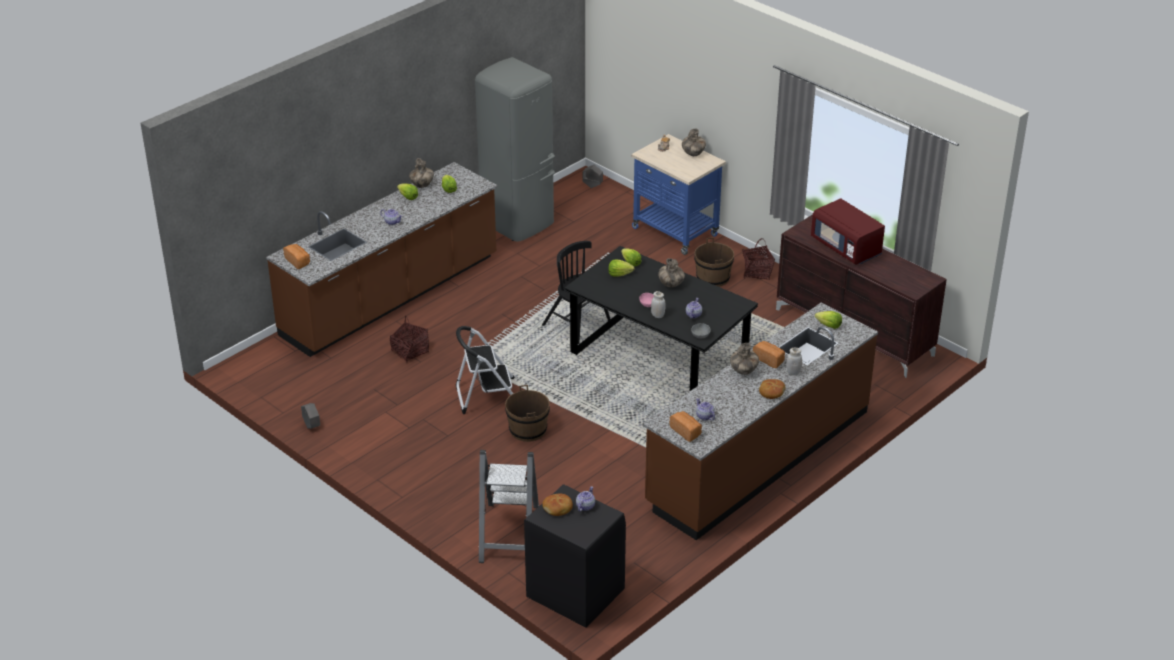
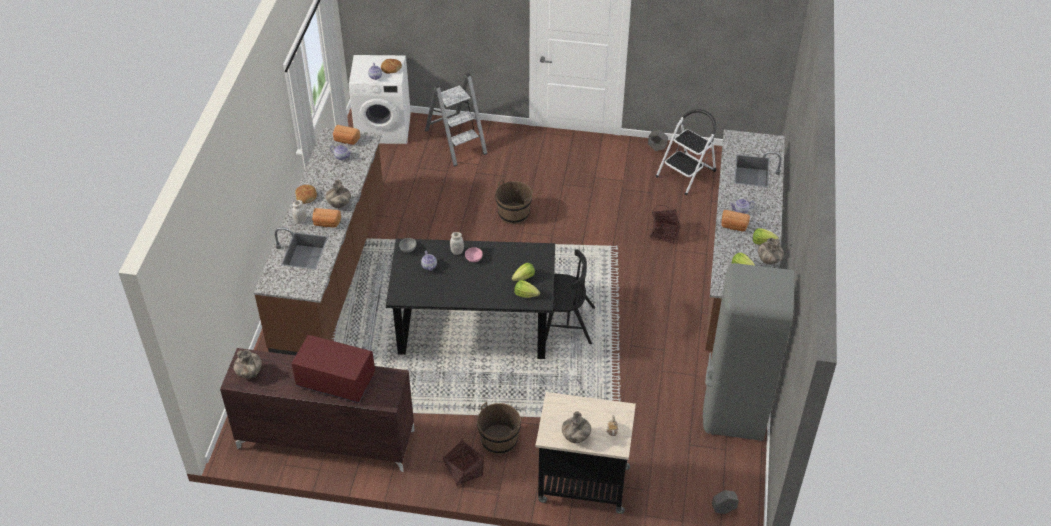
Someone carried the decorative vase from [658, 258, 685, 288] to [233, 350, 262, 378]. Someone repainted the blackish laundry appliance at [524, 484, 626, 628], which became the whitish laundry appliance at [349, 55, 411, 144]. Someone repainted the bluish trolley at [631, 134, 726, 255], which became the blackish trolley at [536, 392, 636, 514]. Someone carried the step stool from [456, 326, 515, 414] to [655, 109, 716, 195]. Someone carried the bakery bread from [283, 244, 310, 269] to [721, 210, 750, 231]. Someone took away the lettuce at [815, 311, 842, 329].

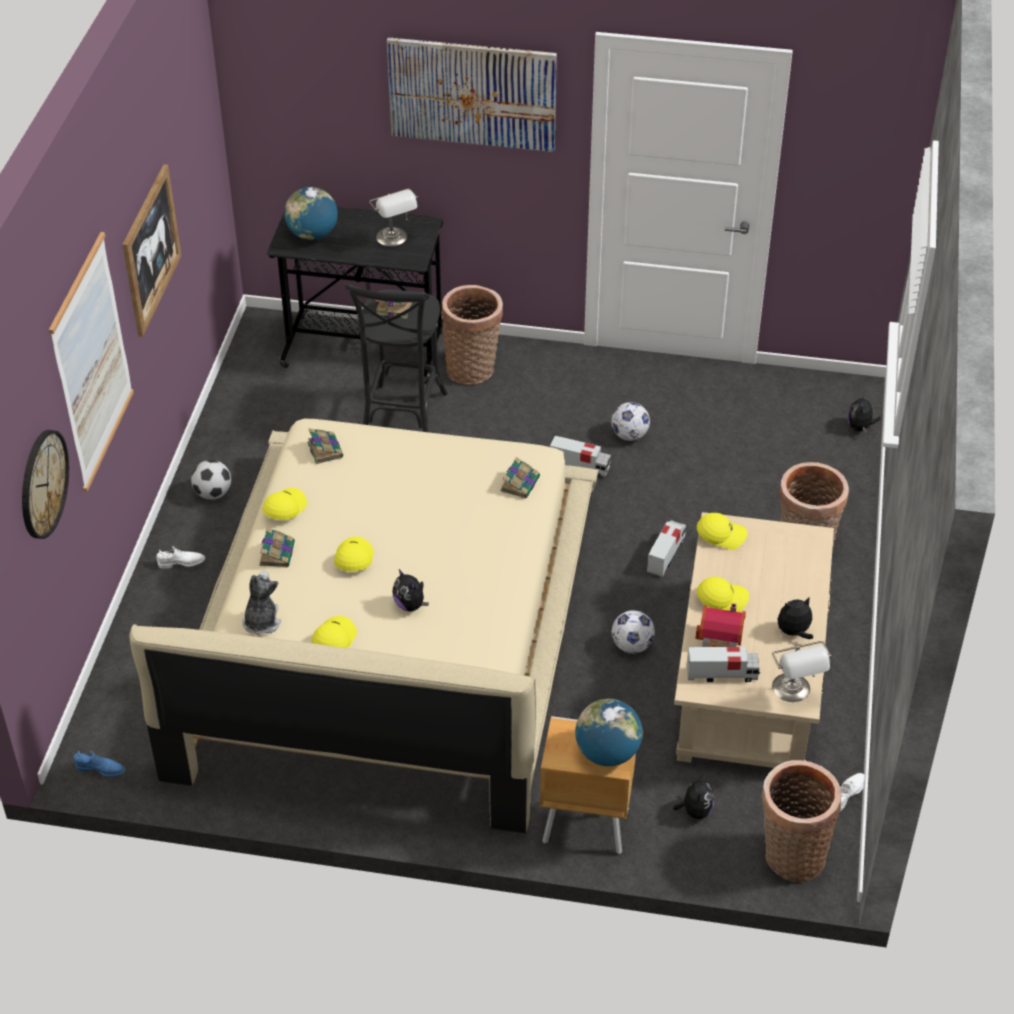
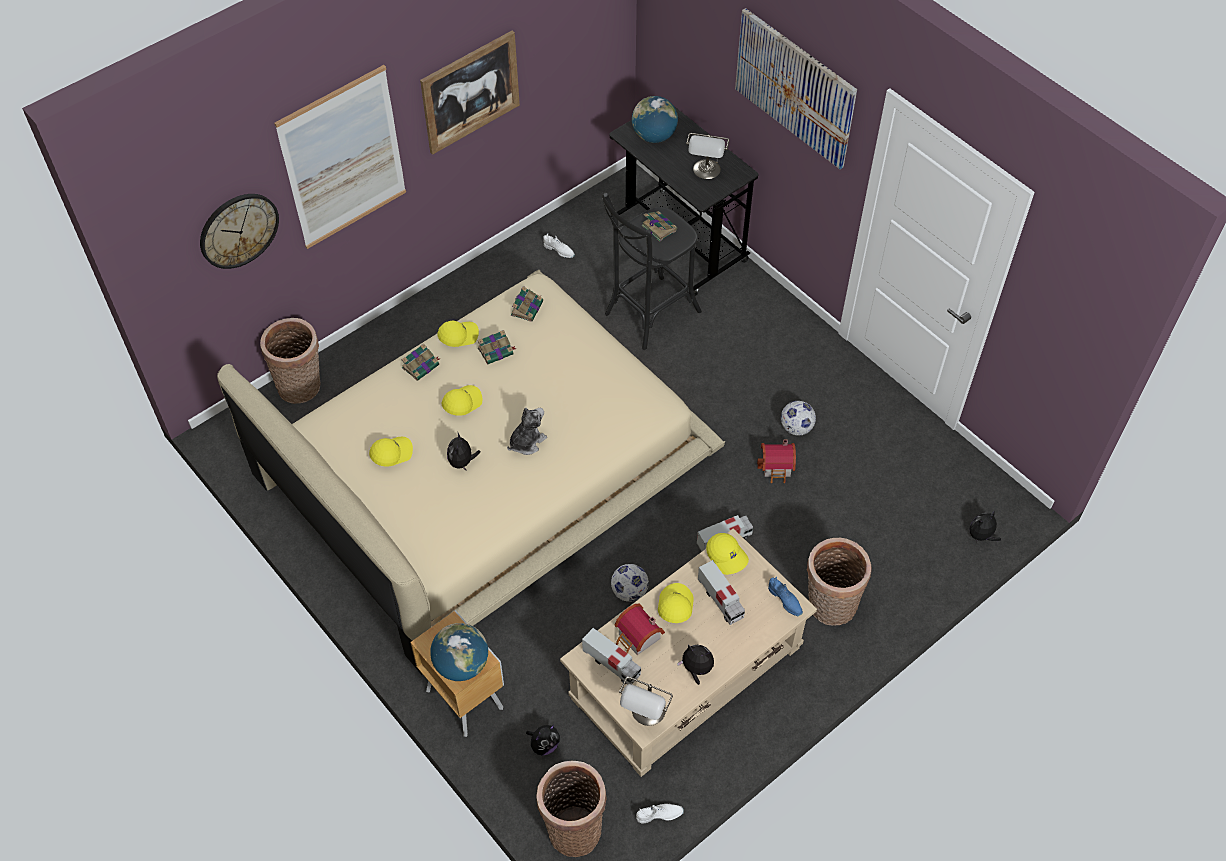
Someone carried the household basket from [441, 285, 503, 385] to [260, 318, 321, 404]. Someone carried the book from [500, 457, 540, 499] to [477, 330, 517, 364]. Someone carried the plush toy from [242, 571, 281, 635] to [507, 408, 547, 455]. Someone carried the whitish item of footwear from [156, 546, 206, 569] to [543, 234, 575, 258]. Someone rotated the yellow baseball cap at [697, 577, 749, 612] by 120 degrees counterclockwise. Someone carried the toy lorry from [550, 435, 611, 477] to [698, 560, 745, 625]. Someone put down the model house at [757, 440, 796, 483]. Someone carried the bluish item of footwear from [73, 751, 126, 777] to [768, 577, 803, 616]. Someone took away the ball for football at [191, 460, 231, 500].

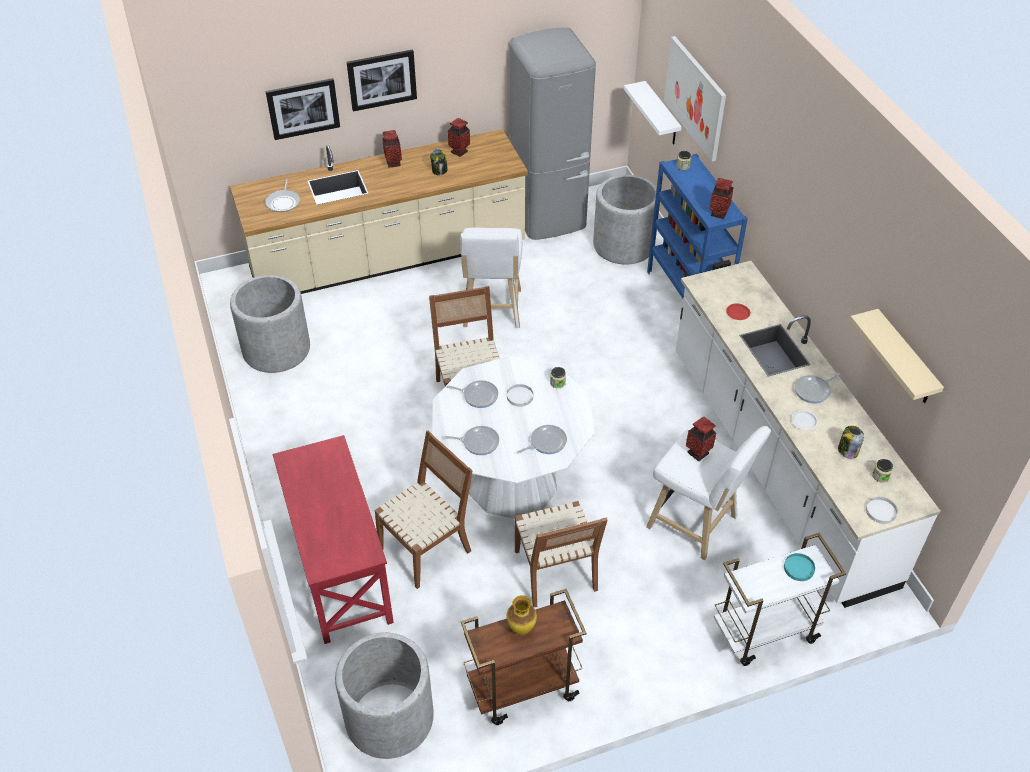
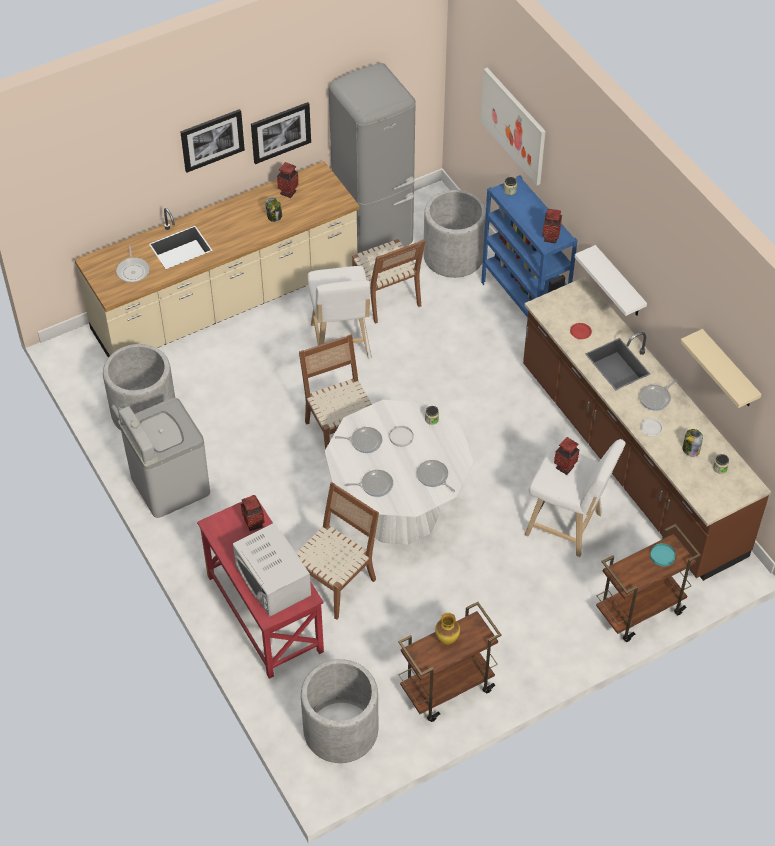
Someone put down the greyish laundry appliance at [111, 398, 210, 518]. Someone put down the whitish microwave at [233, 523, 311, 617]. Someone carried the decorative vase from [382, 130, 402, 168] to [241, 495, 265, 531]. Someone carried the wall picture from [265, 78, 340, 140] to [251, 102, 311, 164]. Someone carried the plain chair from [515, 501, 608, 607] to [352, 239, 425, 324]. Someone rotated the pan at [517, 425, 567, 454] by 90 degrees counterclockwise. Someone repainted the whitish kitchen counter at [676, 261, 941, 608], which became the brown kitchen counter at [523, 277, 771, 581]. Someone carried the whitish bracket shelf from [624, 81, 682, 145] to [575, 245, 647, 316]. Someone repainted the whitish trolley at [714, 533, 846, 666], which became the brown trolley at [596, 524, 701, 642]. Someone took away the whitish flat dish at [866, 497, 898, 524].

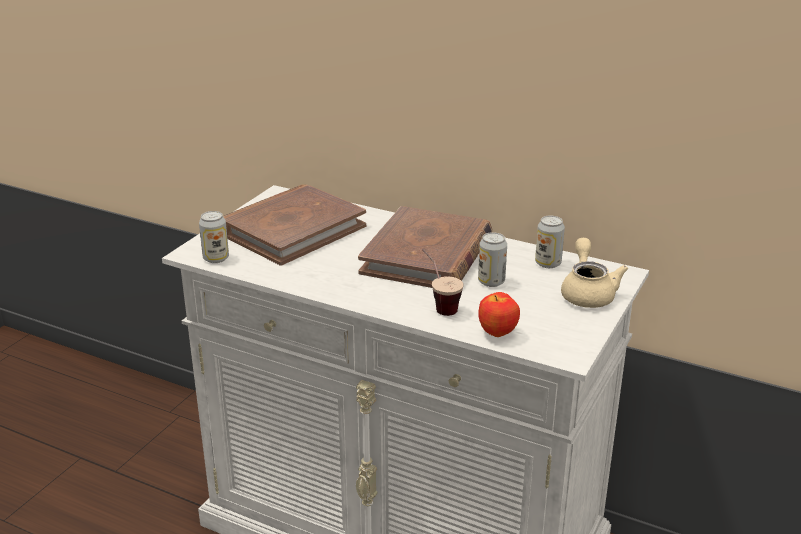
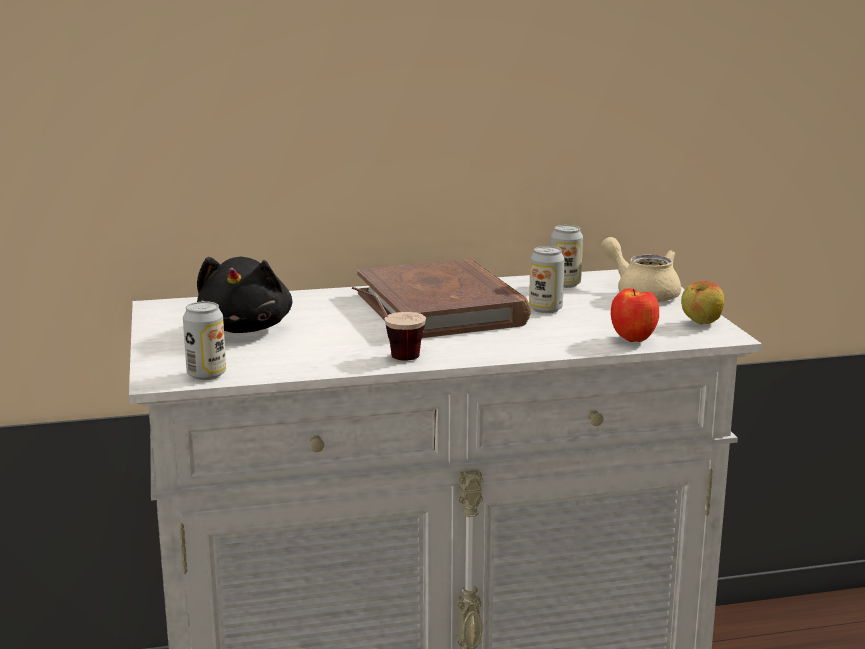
Someone swapped the brown book at [223, 184, 366, 266] for the blackish plush toy at [197, 257, 292, 333]. Someone carried the small cup from [422, 249, 464, 316] to [352, 287, 426, 361]. Someone put down the whole apple at [681, 281, 725, 324].

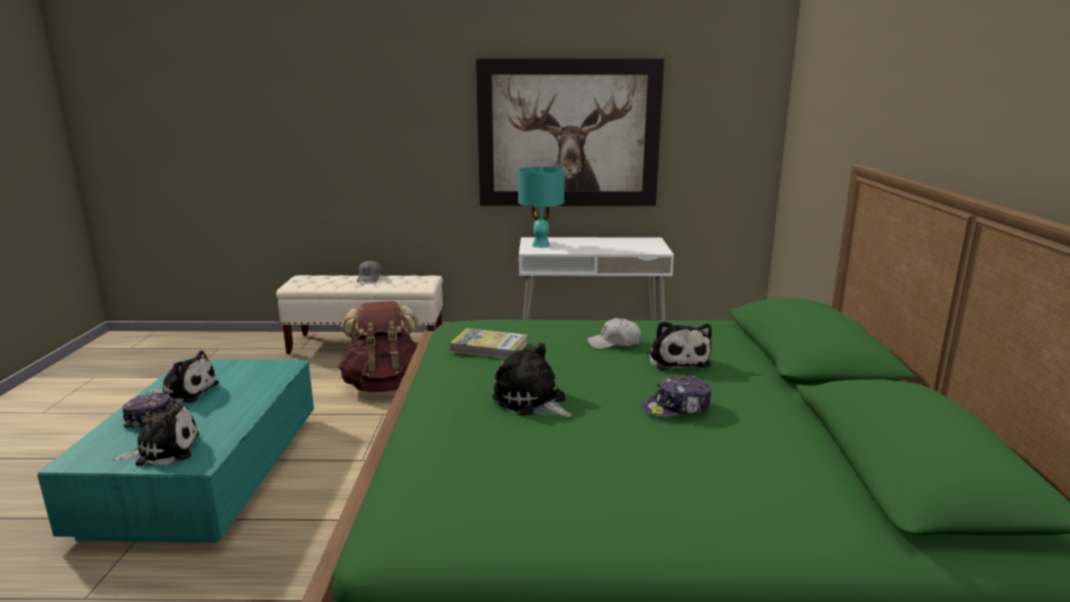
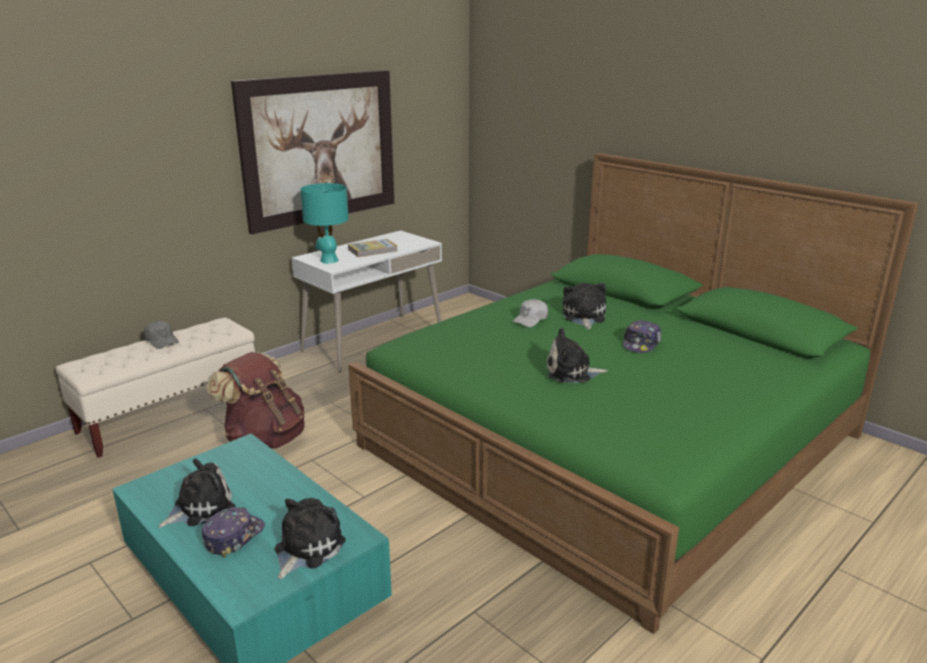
Someone carried the book from [450, 328, 528, 358] to [348, 239, 398, 257]. Someone rotated the plush toy at [647, 321, 712, 371] by 120 degrees counterclockwise.

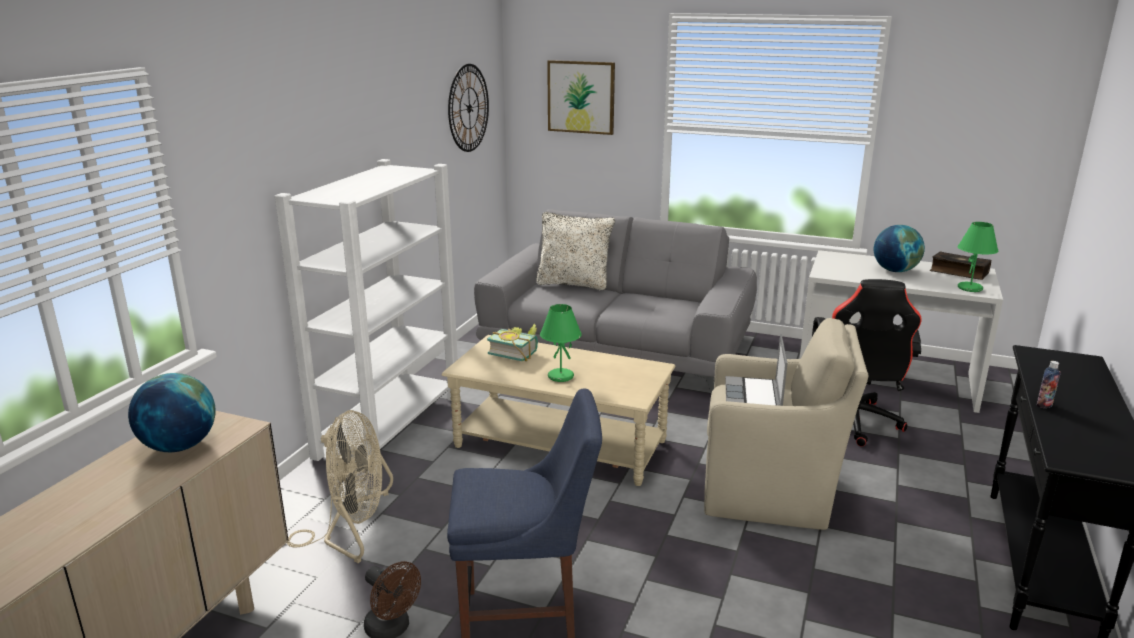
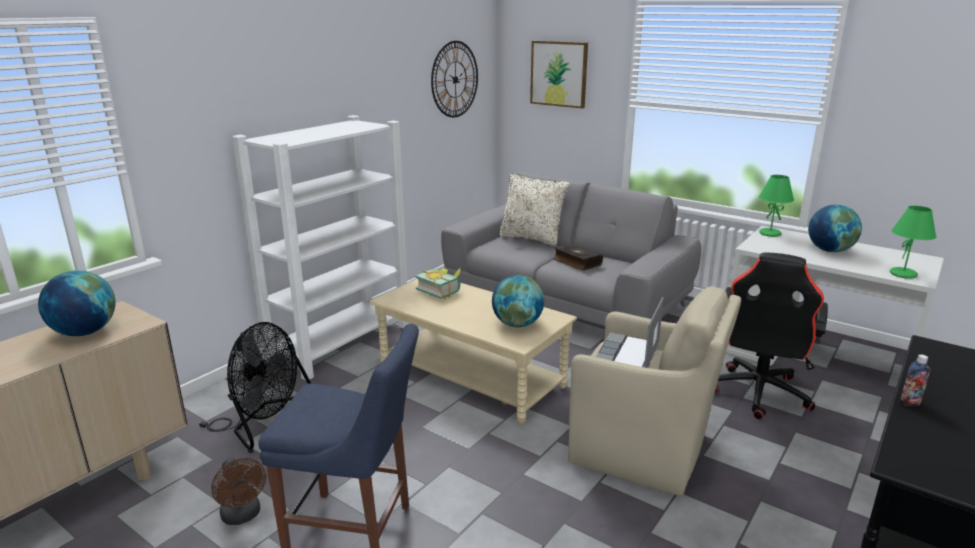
Someone repainted the beige cooling fan at [287, 410, 393, 563], which became the blackish cooling fan at [199, 322, 311, 453]. Someone put down the desk globe at [492, 275, 544, 327]. Someone carried the book from [930, 251, 992, 280] to [553, 243, 603, 271]. Someone carried the green lamp for a table from [540, 304, 582, 382] to [759, 175, 794, 237].

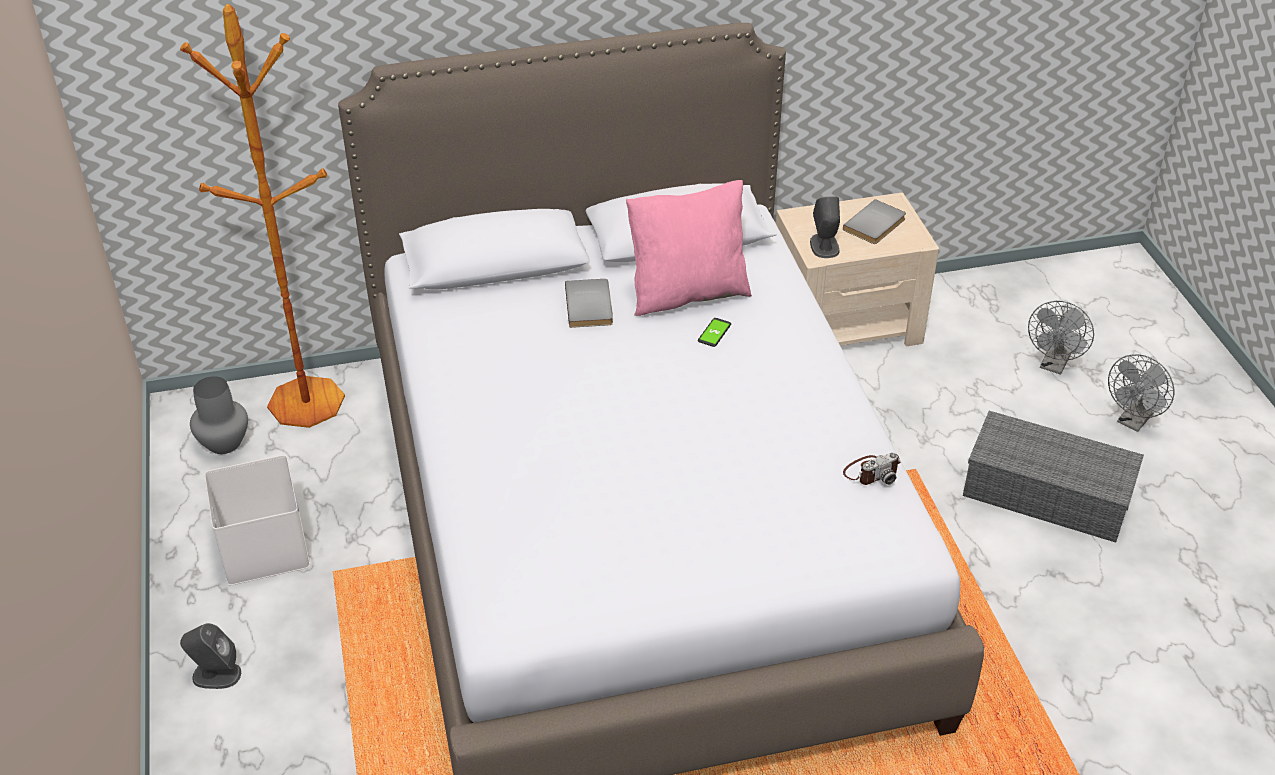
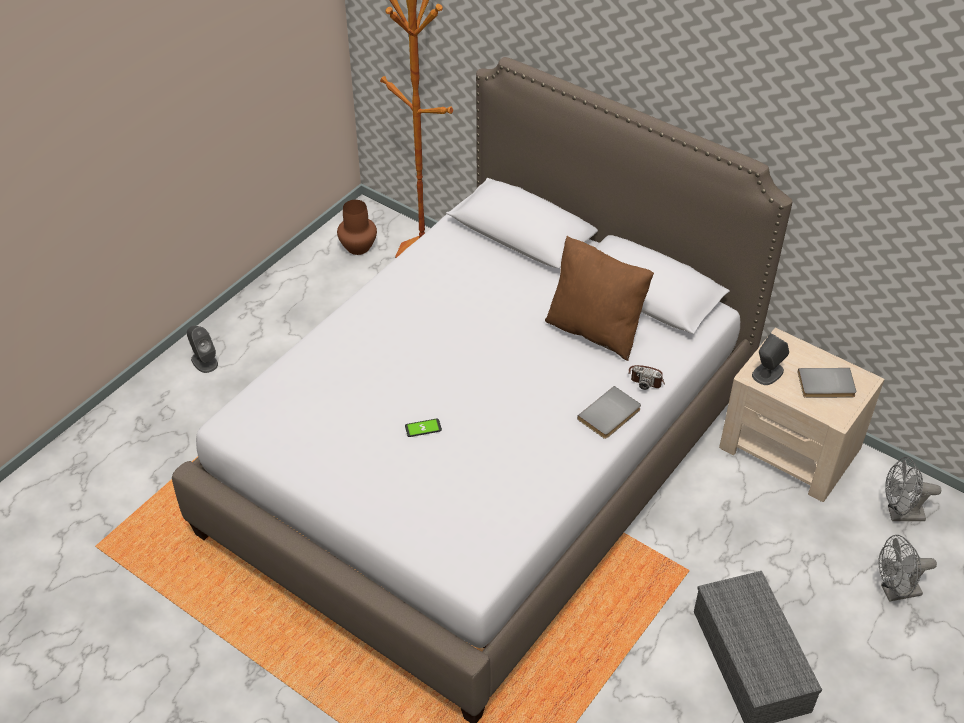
Someone repainted the greyish decorative vase at [190, 376, 248, 454], which became the brown decorative vase at [337, 200, 377, 255]. Someone carried the phone from [698, 318, 731, 347] to [405, 419, 442, 437]. Someone repainted the pink-coloured throw pillow at [626, 180, 752, 316], which became the brown throw pillow at [545, 236, 654, 361]. Someone carried the greyish book from [565, 279, 613, 328] to [577, 386, 641, 439]. Someone carried the still camera from [843, 452, 900, 485] to [628, 365, 665, 390]. Someone carried the greyish cooling fan from [1108, 354, 1174, 432] to [885, 457, 941, 521]. Someone took away the whitish storage container at [205, 455, 310, 586].

